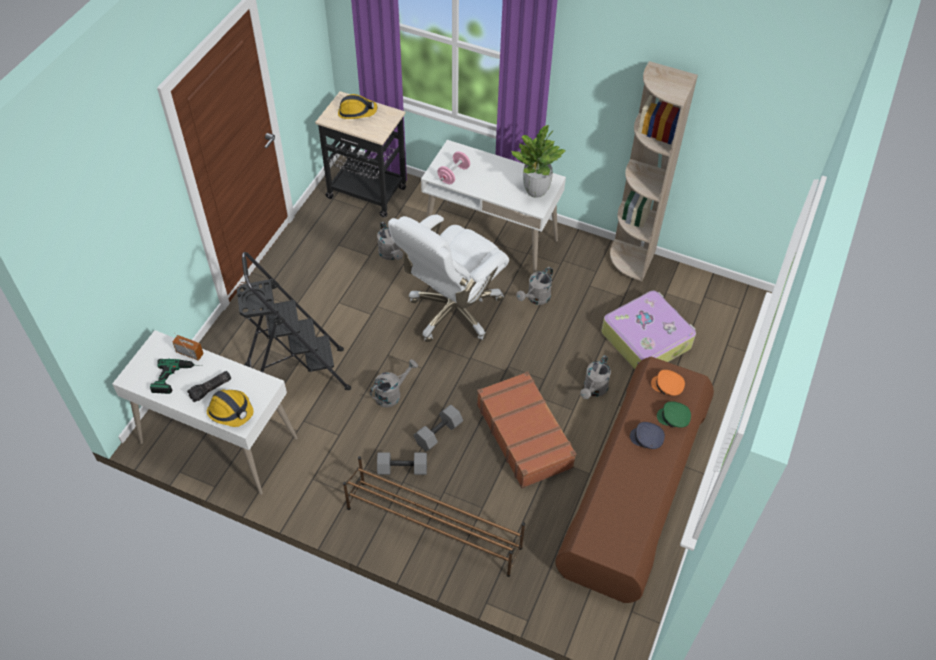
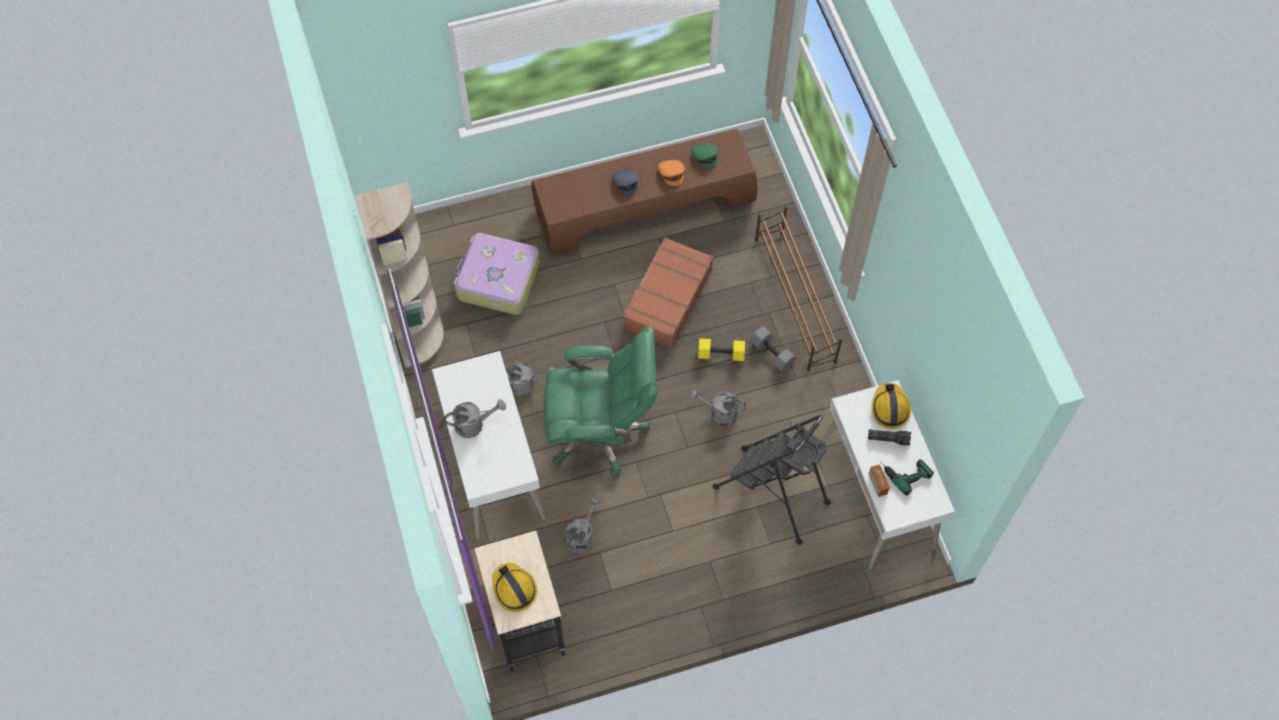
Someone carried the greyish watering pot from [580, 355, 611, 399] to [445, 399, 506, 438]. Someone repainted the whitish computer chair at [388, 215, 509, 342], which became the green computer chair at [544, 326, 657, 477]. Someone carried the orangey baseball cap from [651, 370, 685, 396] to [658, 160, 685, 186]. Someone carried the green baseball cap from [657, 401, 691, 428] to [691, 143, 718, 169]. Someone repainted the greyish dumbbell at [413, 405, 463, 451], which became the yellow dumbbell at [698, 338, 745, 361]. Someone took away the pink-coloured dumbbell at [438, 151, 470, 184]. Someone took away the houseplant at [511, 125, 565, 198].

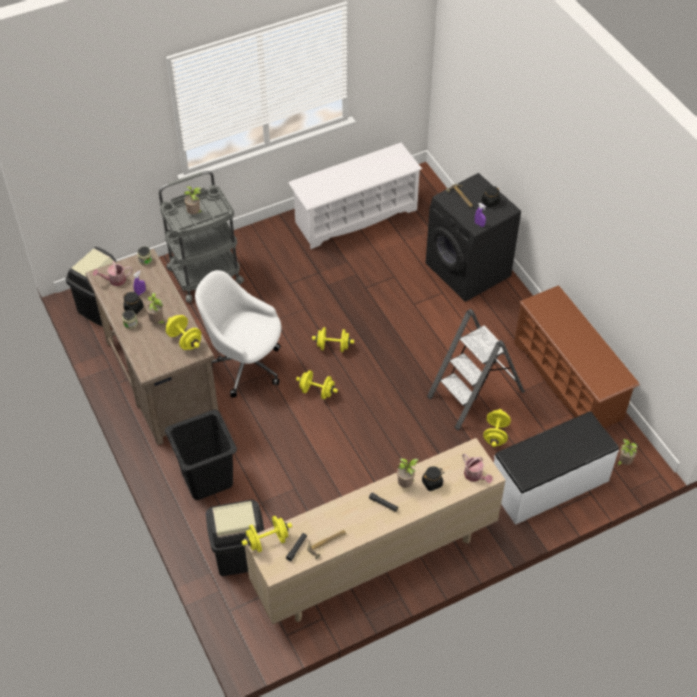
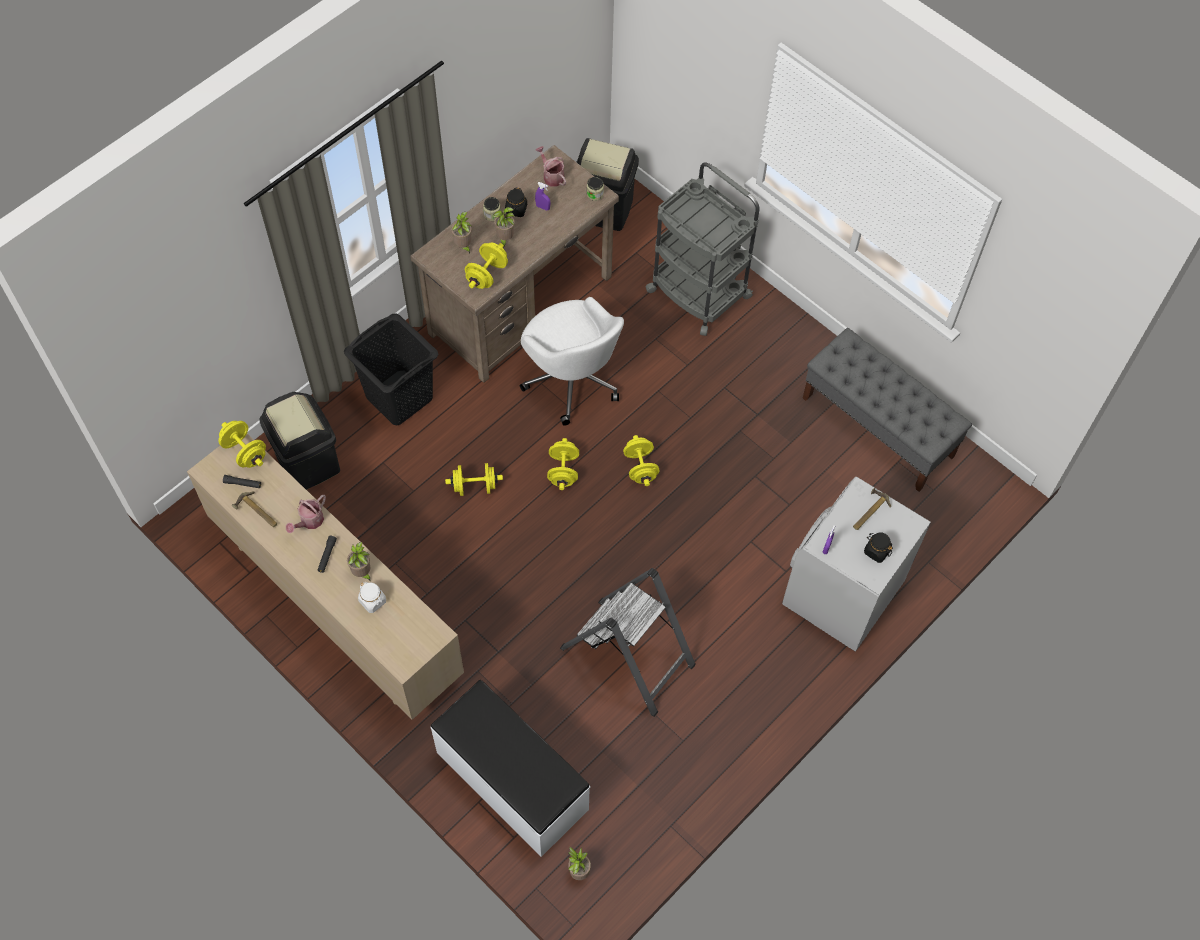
Someone carried the watering pot from [462, 454, 492, 483] to [286, 495, 326, 533]. Someone repainted the blackish preserve jar at [422, 466, 444, 491], which became the whitish preserve jar at [358, 582, 386, 613]. Someone carried the yellow dumbbell from [483, 409, 511, 447] to [445, 463, 503, 496]. Someone carried the houseplant from [184, 186, 203, 214] to [451, 212, 472, 254]. Someone rotated the whitish computer chair at [195, 270, 281, 398] by 135 degrees clockwise. Someone repainted the blackish laundry appliance at [426, 173, 521, 302], which became the whitish laundry appliance at [782, 477, 931, 652]. Someone swapped the whitish shoe shelf at [289, 143, 422, 249] for the greyish indoor bench at [802, 328, 972, 492]. Someone took away the brown shoe shelf at [514, 286, 640, 428].

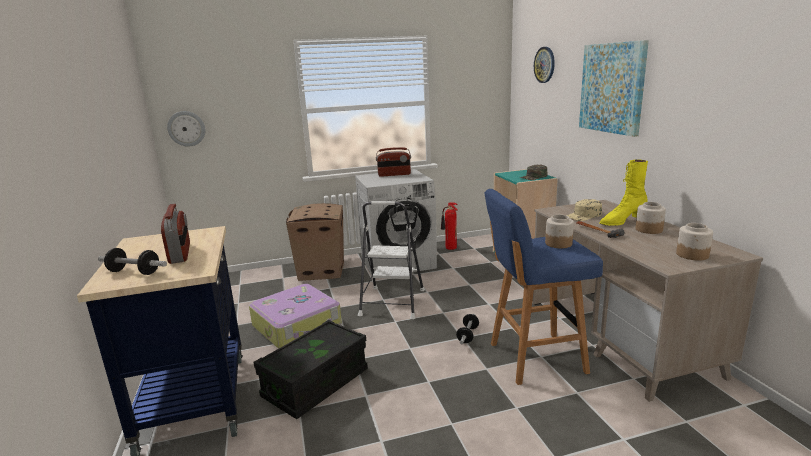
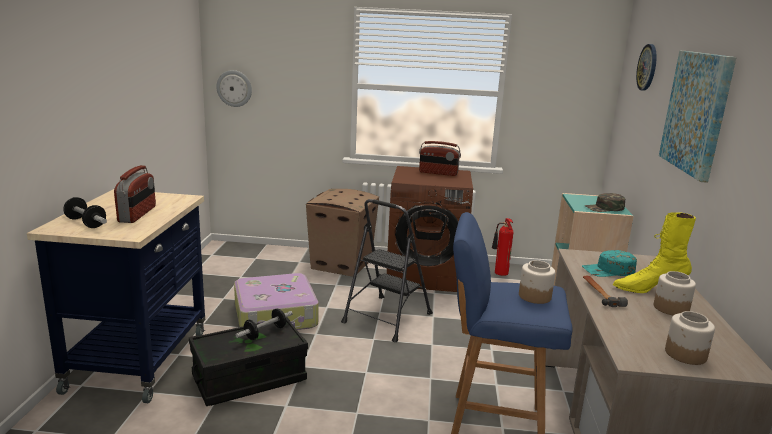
Someone carried the dumbbell from [456, 314, 479, 344] to [236, 309, 293, 340]. Someone repainted the whitish step stool at [358, 201, 425, 319], which became the blackish step stool at [341, 199, 433, 342]. Someone repainted the whitish laundry appliance at [355, 169, 437, 276], which became the brown laundry appliance at [387, 166, 473, 292]. Someone repainted the beige baseball cap at [566, 199, 602, 221], which became the blue-green baseball cap at [582, 250, 637, 277].

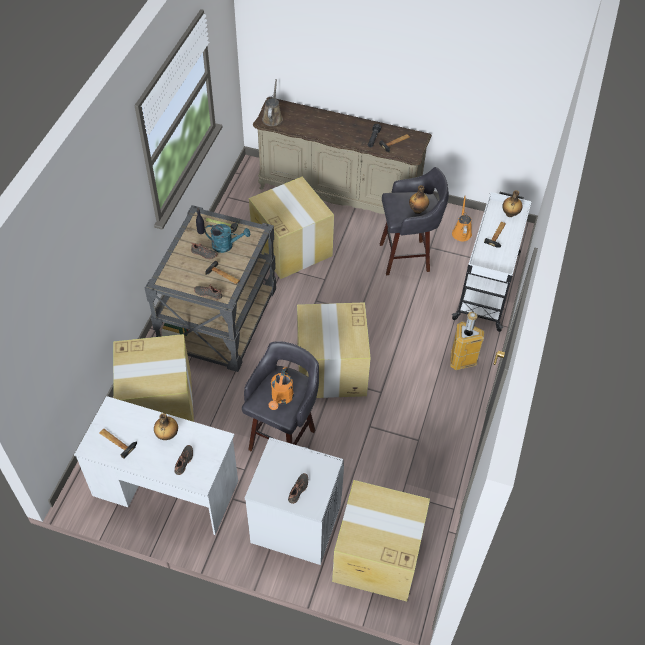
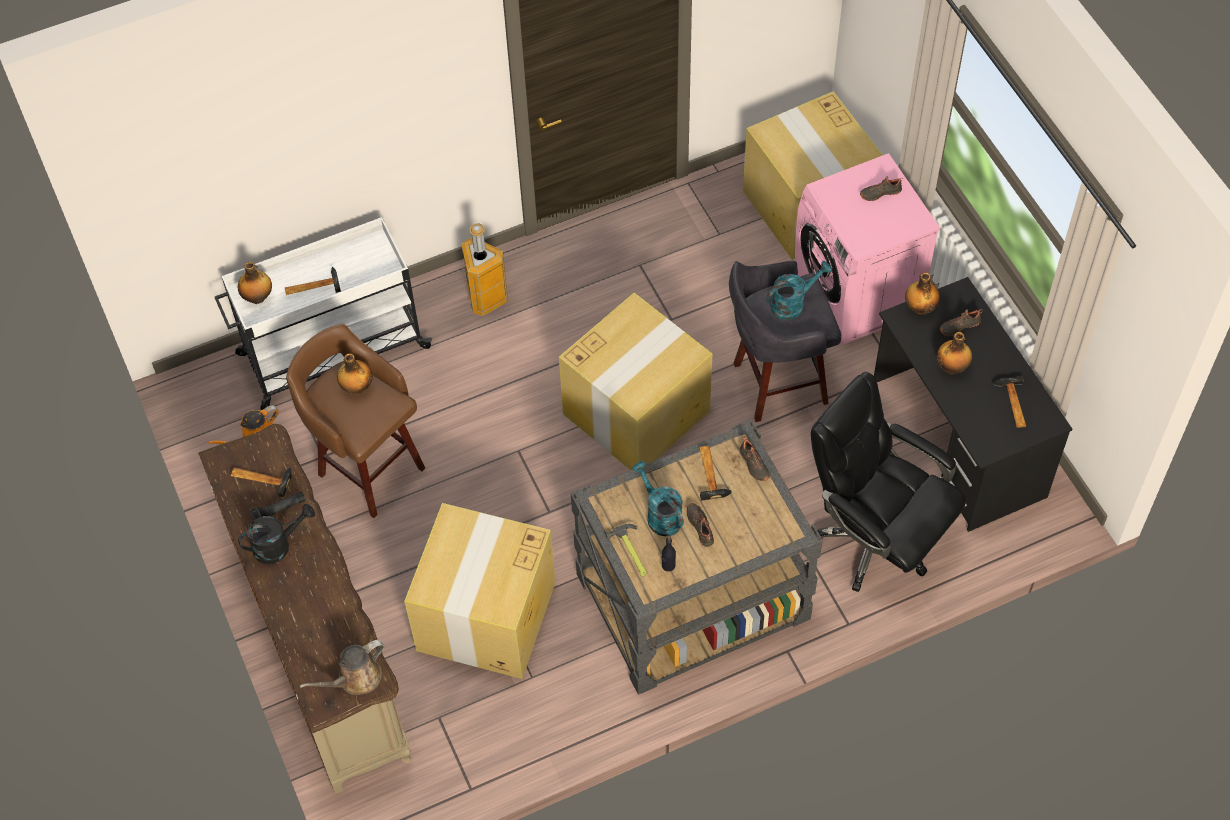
Someone put down the blackish watering pot at [238, 504, 315, 564]. Someone repainted the greyish sitting stool at [380, 167, 449, 275], which became the brown sitting stool at [286, 324, 425, 518]. Someone repainted the orangey watering pot at [269, 367, 294, 410], which became the blue-green watering pot at [766, 261, 832, 320]. Someone repainted the whitish laundry appliance at [245, 437, 344, 565], which became the pink-coloured laundry appliance at [795, 153, 940, 345]. Someone swapped the packing box at [113, 334, 194, 422] for the blackish computer chair at [811, 372, 966, 592]. Someone repainted the whitish desk at [74, 396, 238, 535], which became the blackish desk at [874, 277, 1072, 532]. Someone put down the beverage bottle at [905, 272, 940, 315].

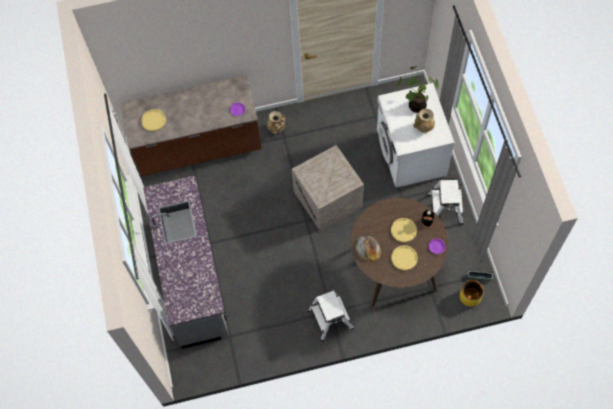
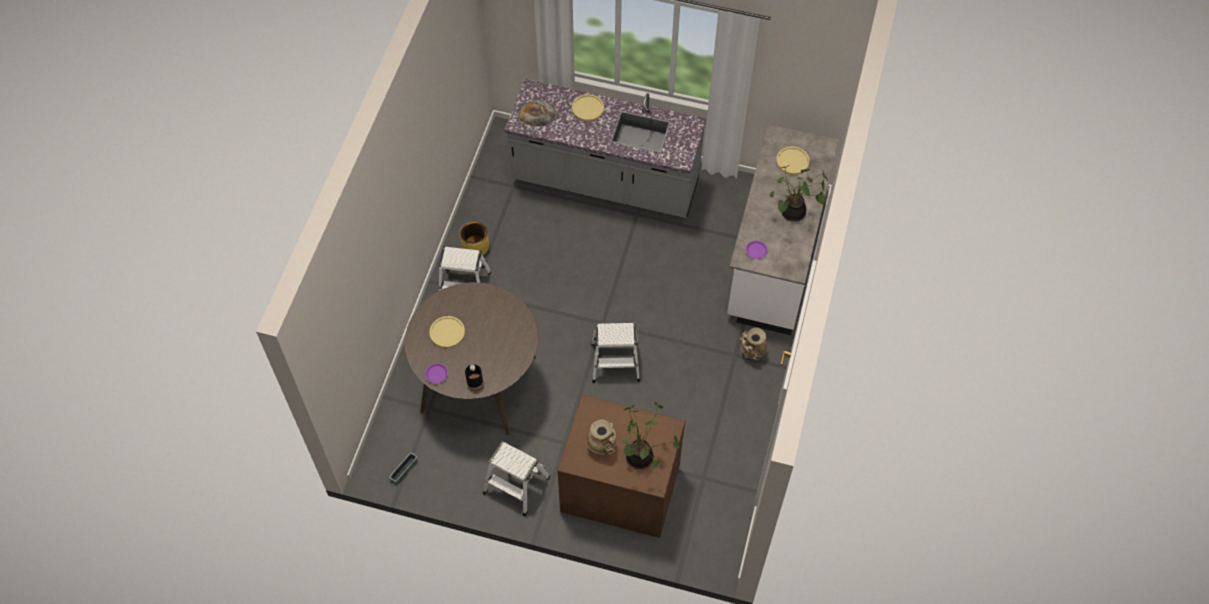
Someone carried the yellow planter from [460, 280, 484, 307] to [460, 221, 489, 255]. Someone carried the bakery bread from [355, 235, 381, 262] to [519, 100, 556, 126]. Someone repainted the whitish laundry appliance at [377, 83, 455, 188], which became the brown laundry appliance at [557, 395, 685, 538]. Someone carried the yellow flat dish from [391, 218, 417, 243] to [572, 94, 604, 121]. Someone swapped the shipping crate at [292, 145, 364, 231] for the whitish step stool at [591, 323, 640, 383]. Someone repainted the brown kitchen counter at [120, 75, 262, 176], which became the whitish kitchen counter at [727, 124, 839, 335]. Someone put down the houseplant at [769, 165, 828, 222].

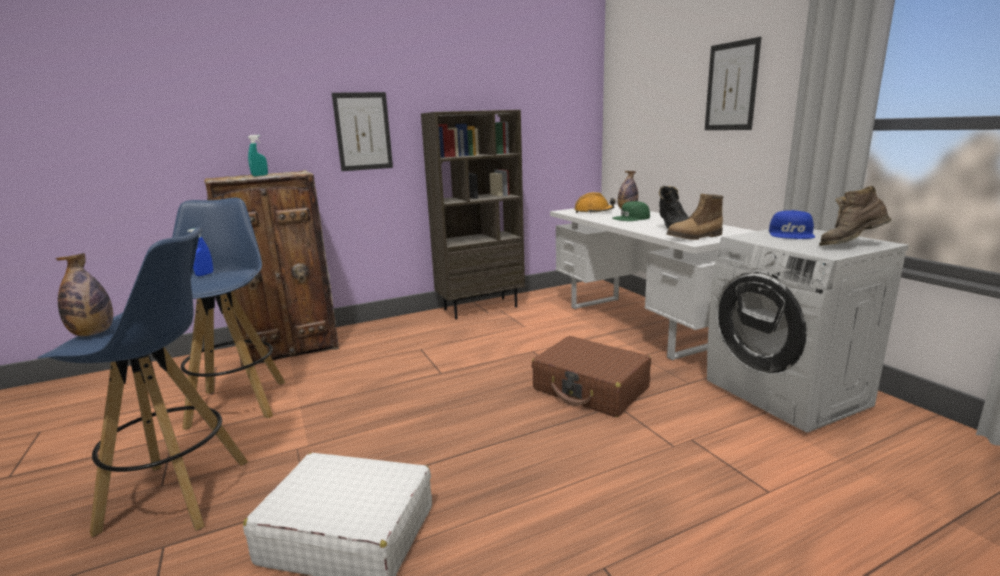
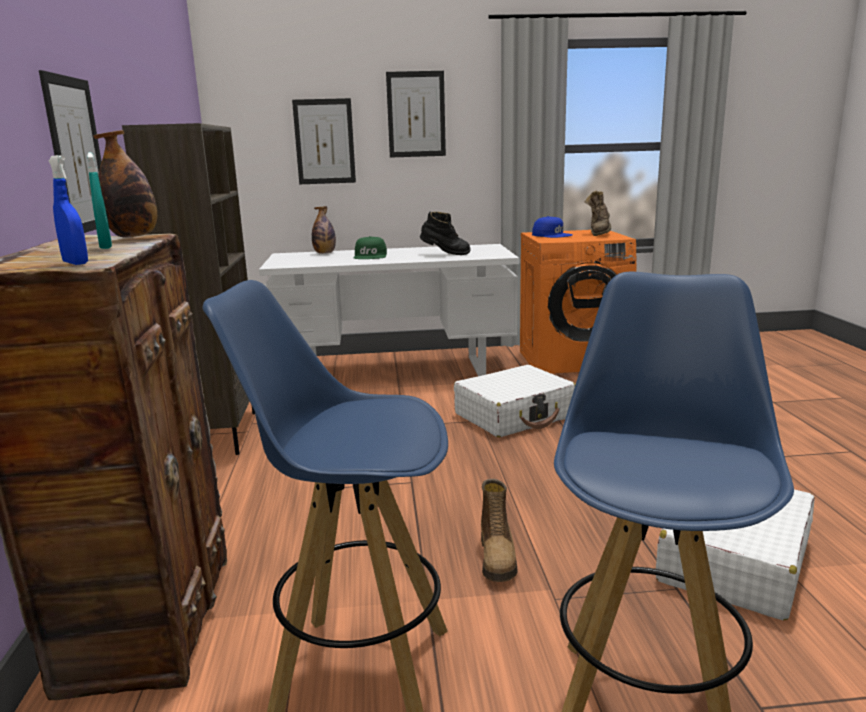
Someone carried the bluish sprayer from [187, 228, 213, 276] to [48, 155, 88, 265]. Someone carried the beverage bottle from [56, 253, 113, 336] to [93, 130, 157, 238]. Someone put up the wall picture at [292, 98, 356, 184]. Someone repainted the brown piece of luggage at [532, 336, 651, 417], which became the whitish piece of luggage at [454, 365, 576, 437]. Someone carried the high-top boot from [666, 194, 723, 240] to [481, 479, 518, 582]. Someone repainted the whitish laundry appliance at [707, 229, 909, 433], which became the orangey laundry appliance at [520, 230, 637, 374]. Someone took away the orangey work helmet at [574, 192, 616, 213].

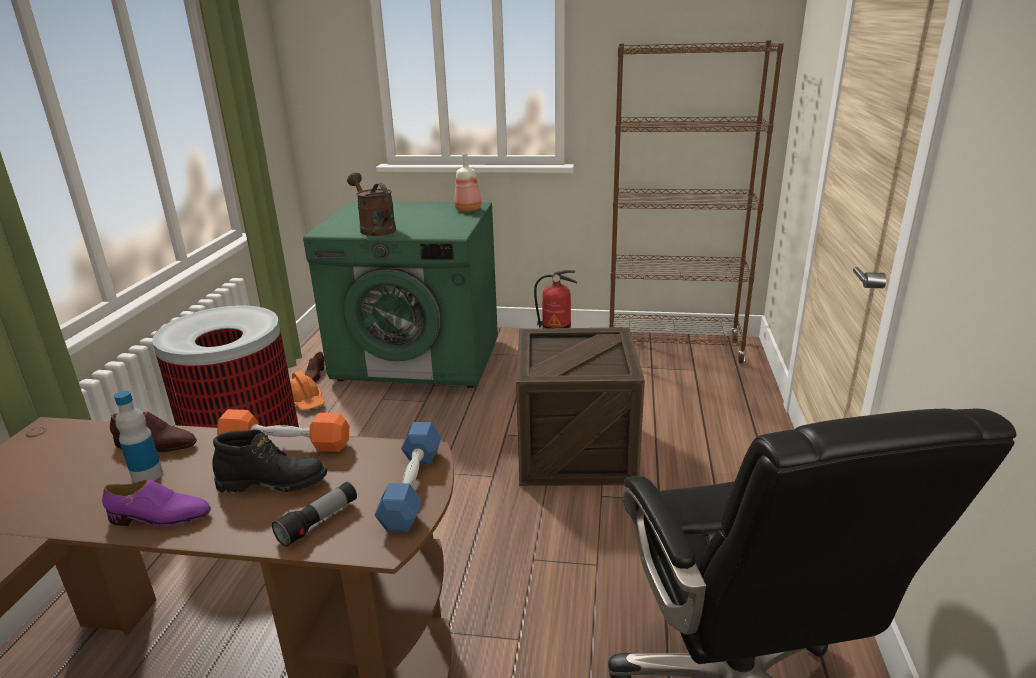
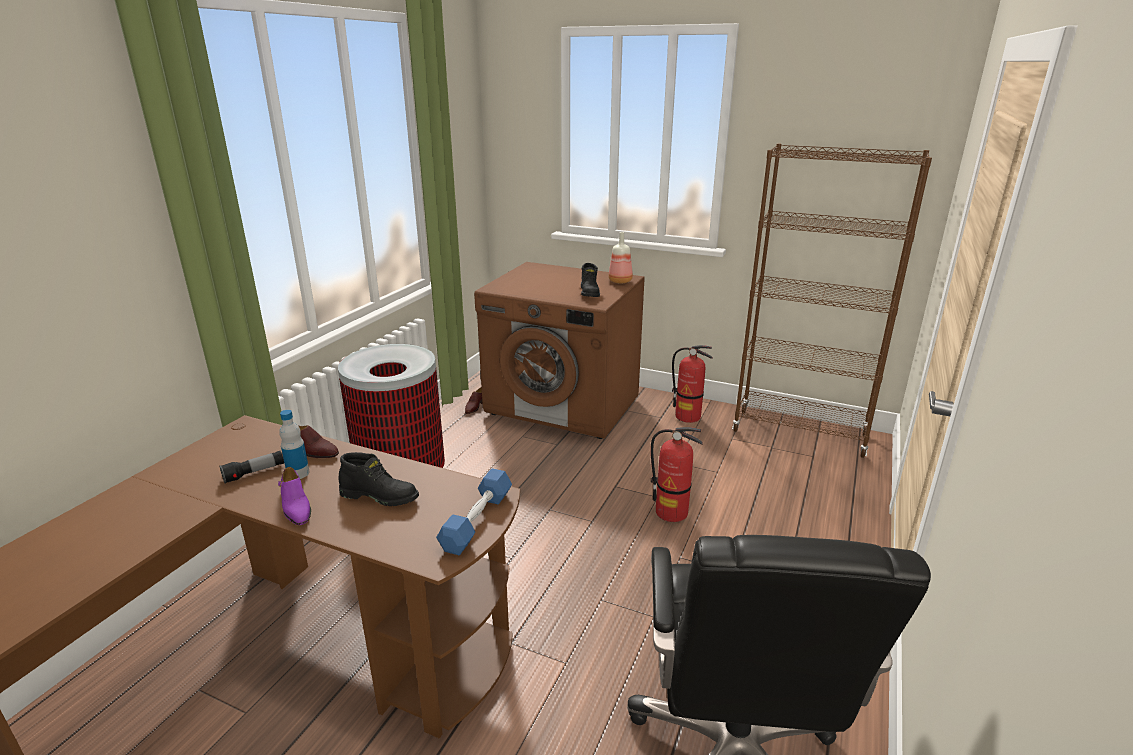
Someone carried the torch from [272, 482, 357, 547] to [220, 451, 284, 484]. Someone rotated the purple item of footwear at [102, 479, 211, 527] by 45 degrees clockwise. Someone repainted the green laundry appliance at [303, 201, 498, 388], which became the brown laundry appliance at [474, 262, 645, 439]. Someone put down the blackish high-top boot at [581, 263, 600, 297]. Someone swapped the shipping crate at [516, 327, 645, 486] for the fire-fighting cylinder at [651, 427, 703, 522]. Someone took away the orangey dumbbell at [217, 409, 349, 452]. Someone took away the orangey work helmet at [290, 371, 325, 410]. Someone took away the brown watering pot at [347, 173, 396, 236].

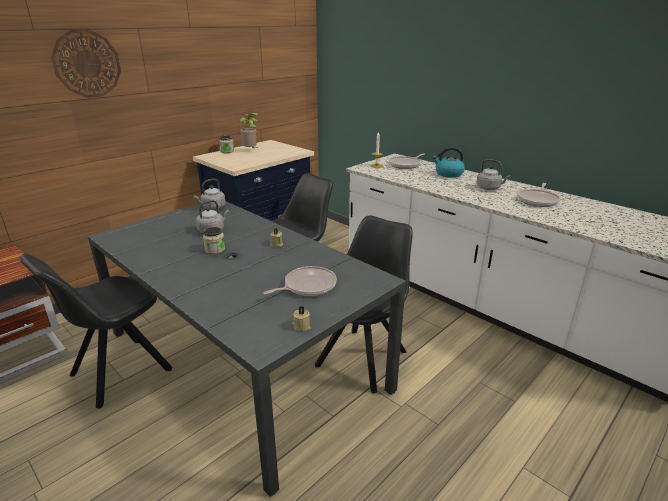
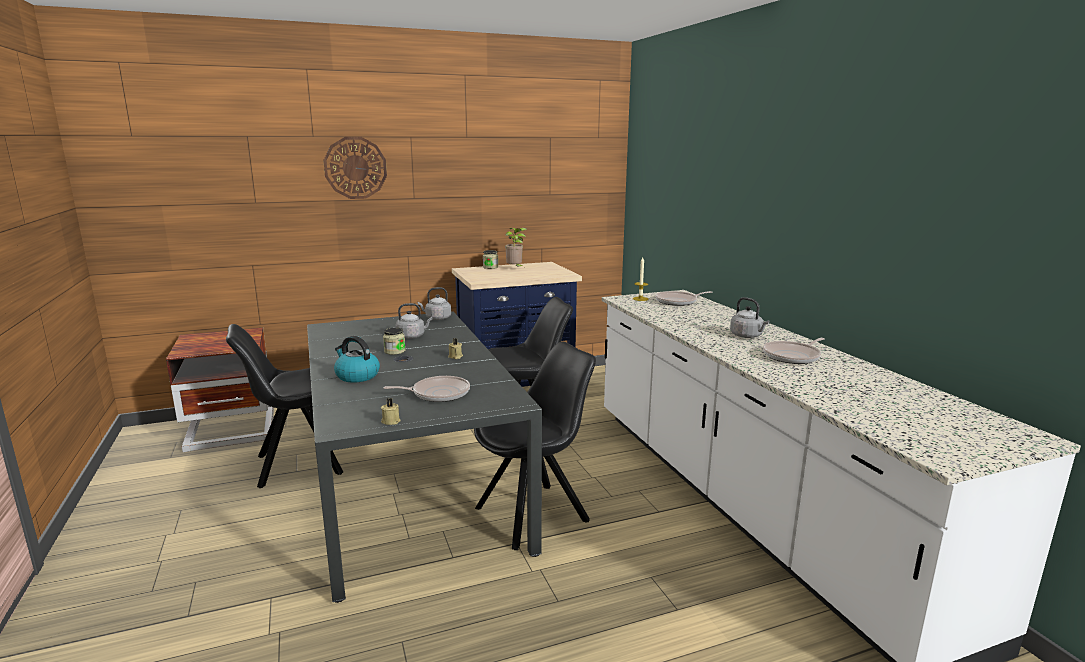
Someone carried the tea kettle from [432, 147, 465, 177] to [334, 336, 380, 383].

